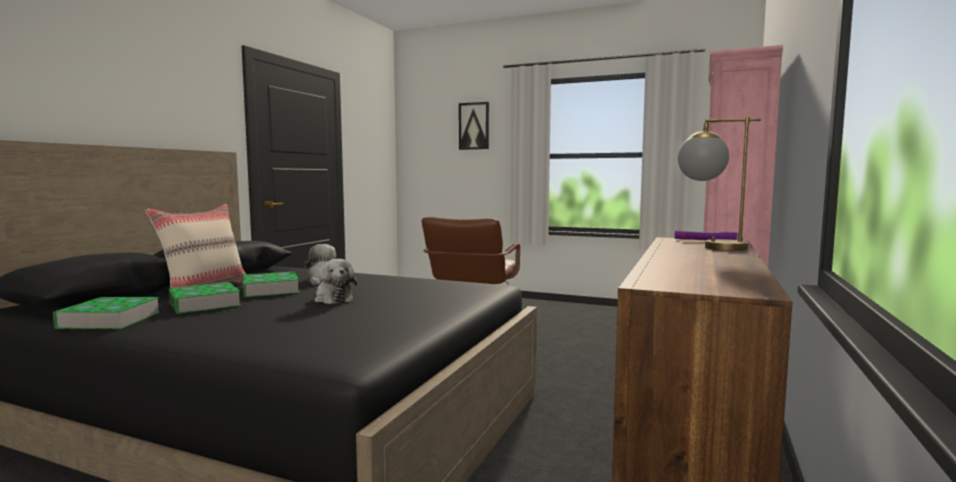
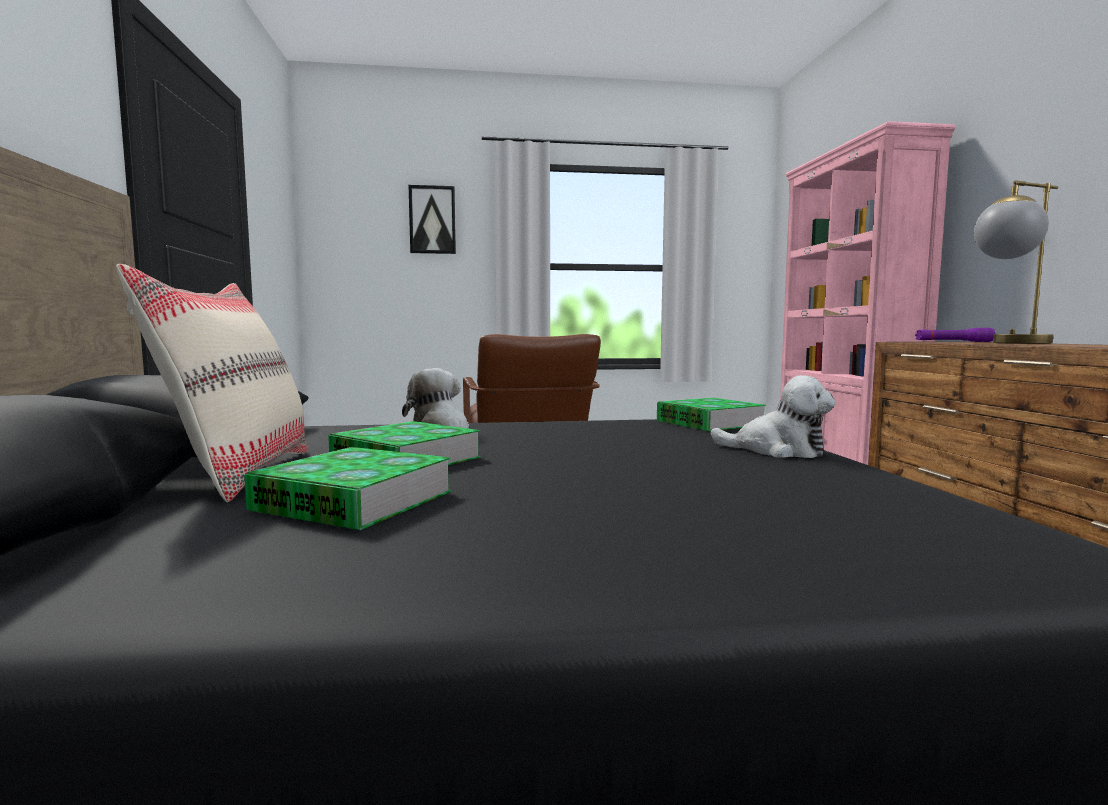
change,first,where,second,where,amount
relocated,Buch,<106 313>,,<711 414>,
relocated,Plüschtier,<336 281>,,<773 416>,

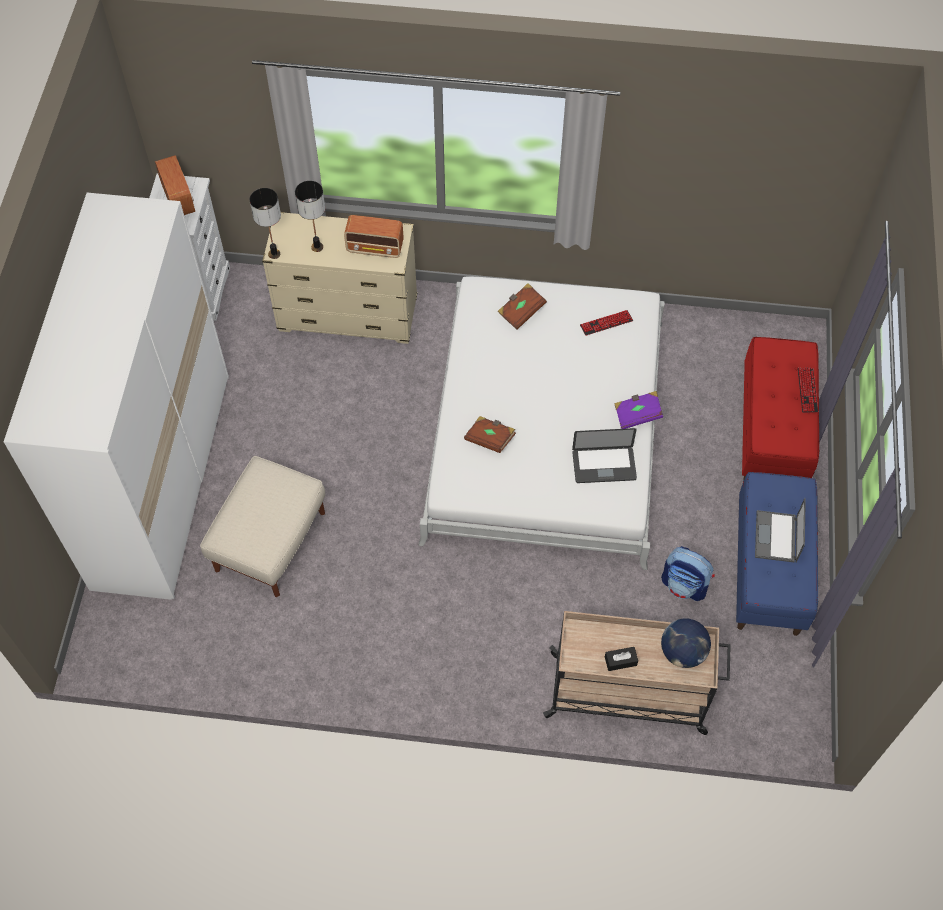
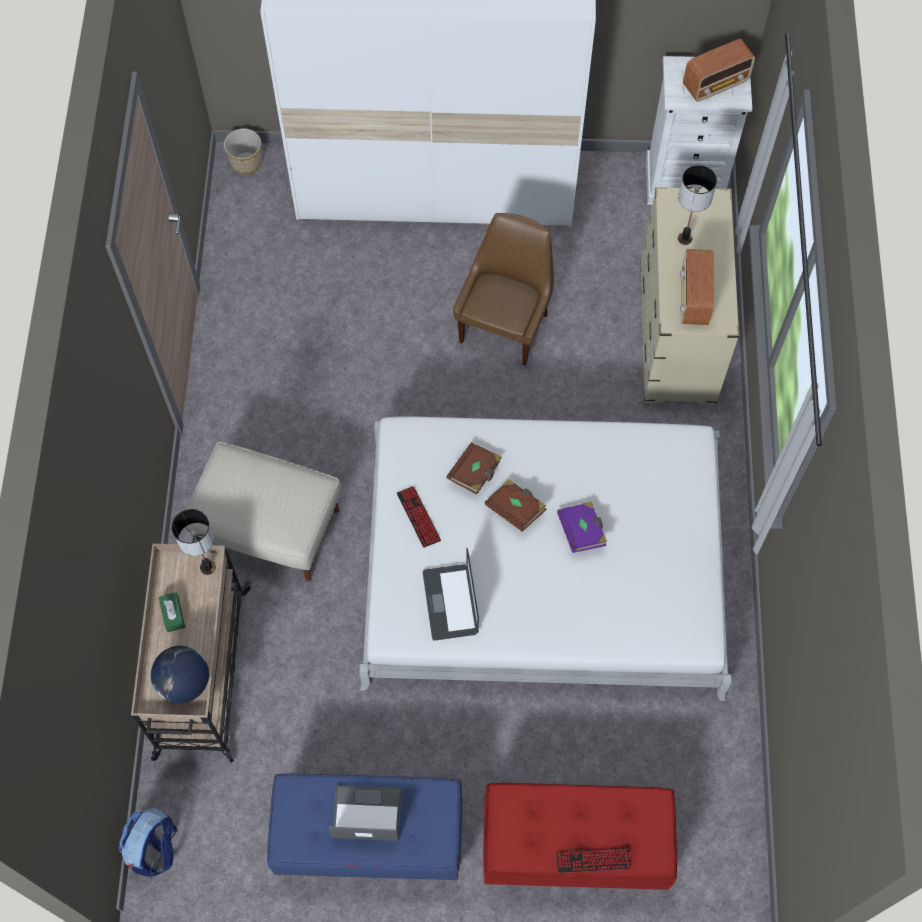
change,first,where,second,where,amount
relocated,Polsterhocker [beige],<262 526>,,<263 512>,
relocated,Tischlampe,<265 223>,,<194 542>,
relocated,Buch [braun],<522 306>,,<516 505>,
relocated,Tastatur,<606 323>,,<419 517>,
colour,Taschentuchbox [schwarz],<621 659>,Taschentuchbox [grün],<171 612>,
relocated,Buch [lila],<638 410>,,<582 527>,
relocated,Rucksack,<688 573>,,<148 842>,
appeared,,,Pflanzkübel,<243 151>,
appeared,,,Stuhl [braun],<503 289>,

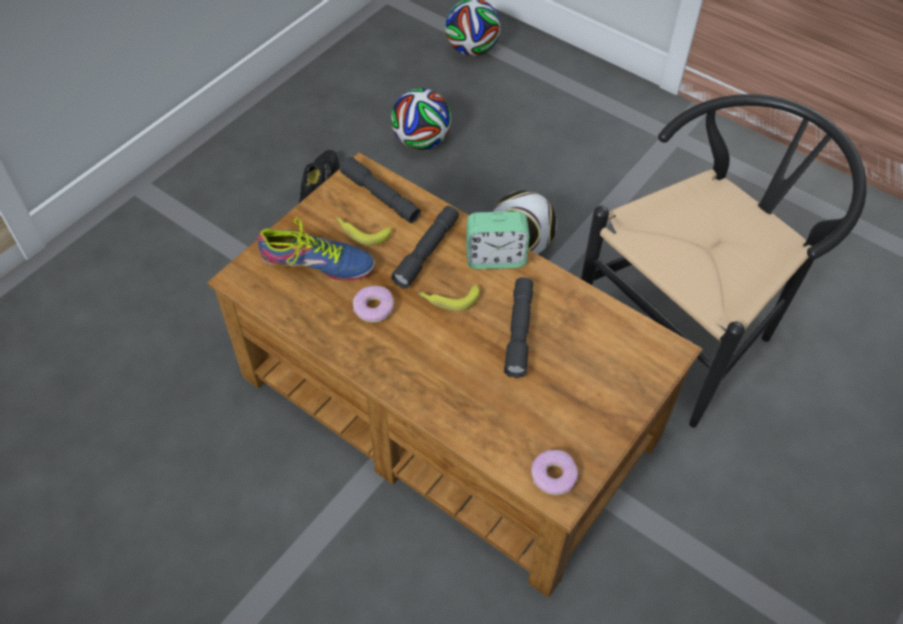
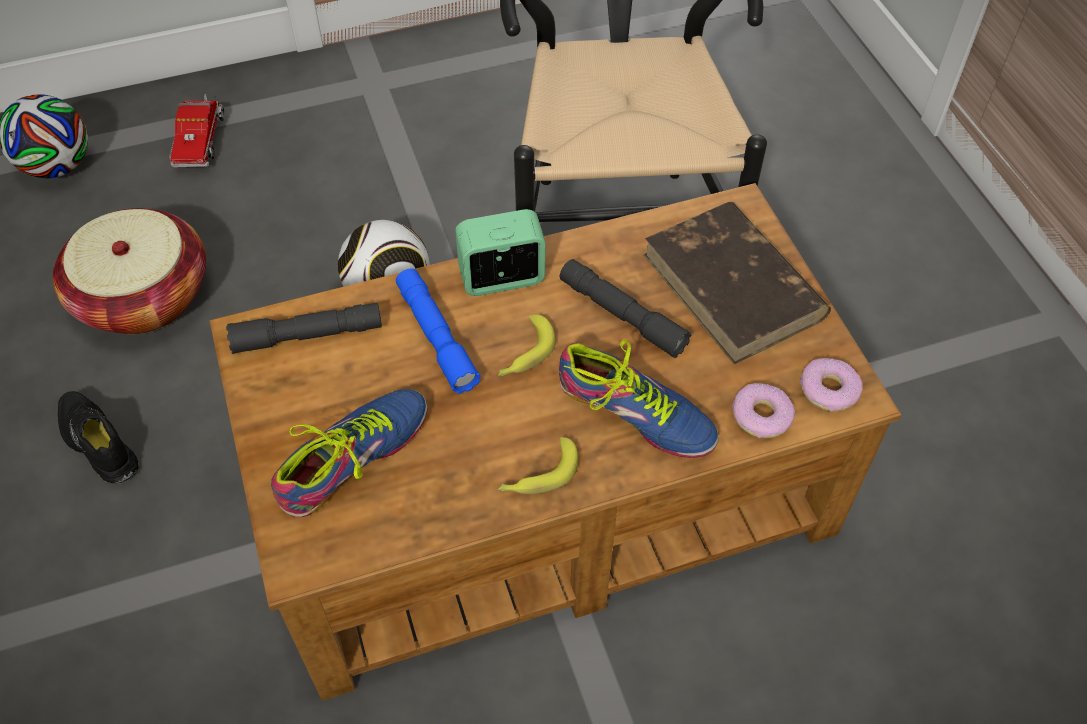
change,first,where,second,where,amount
relocated,Banane,<363 231>,,<538 465>,
relocated,Donut,<373 304>,,<763 410>,
exchanged,Fußball,<421 119>,Korb,<129 271>,
colour,Taschenlampe [grau],<425 247>,Taschenlampe [blau],<438 331>,
spun,Wecker,<497 240>,,<500 252>,135 degrees counterclockwise
appeared,,,Spielzeuglaster,<197 130>,
appeared,,,Schuh,<639 398>,
appeared,,,Buch [braun],<737 283>,

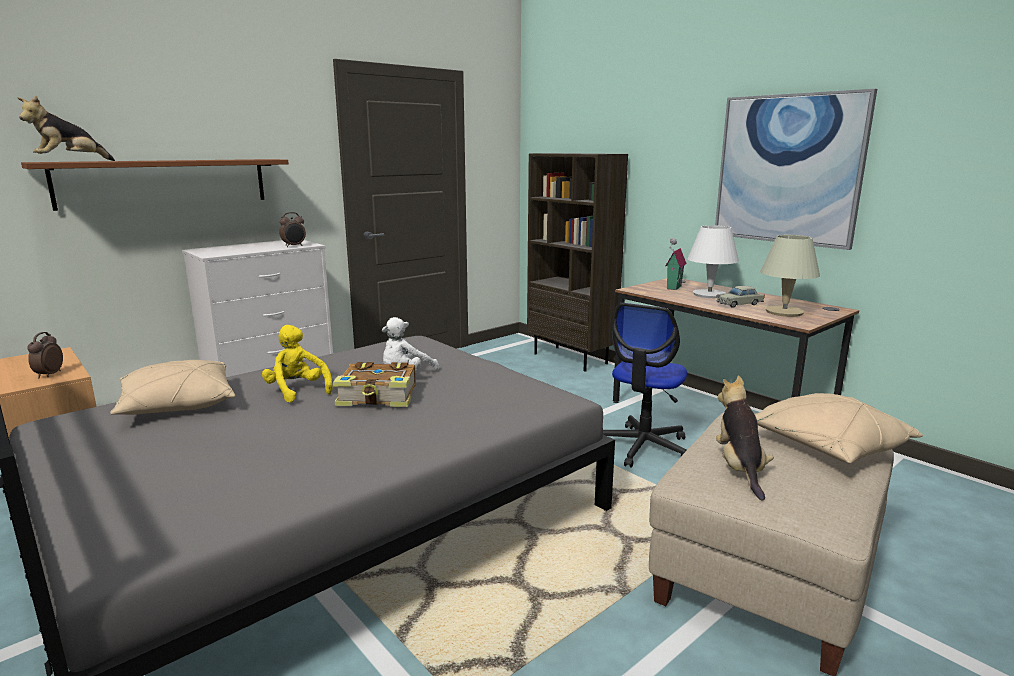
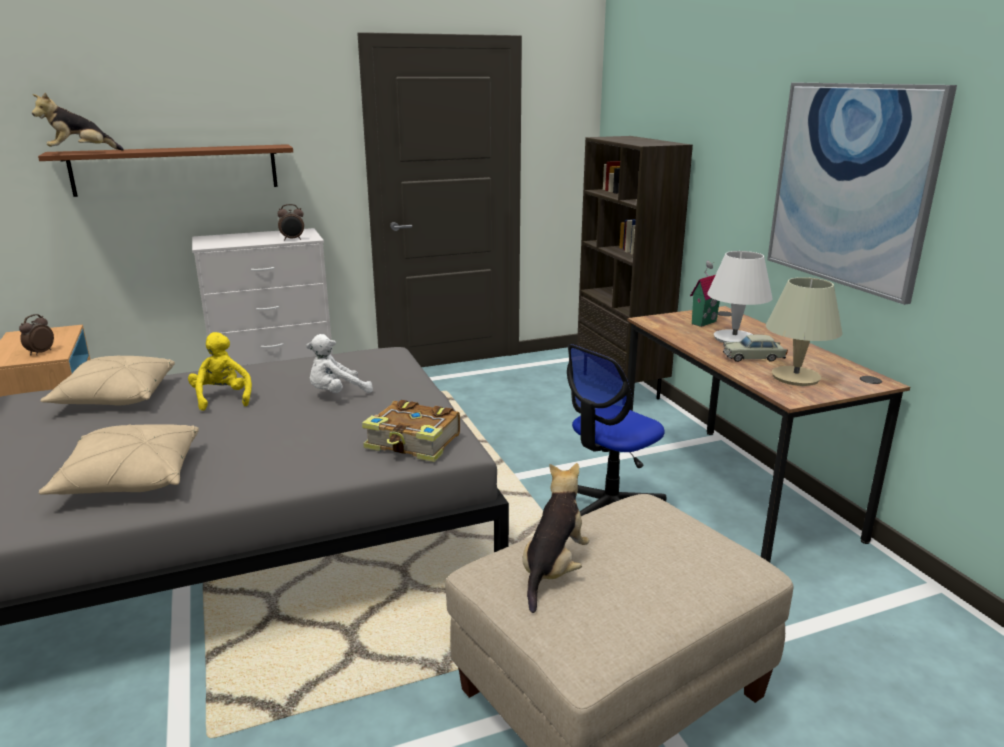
change,first,where,second,where,amount
relocated,Buch,<374 384>,,<411 431>,
relocated,Kissen [beige],<838 428>,,<119 459>,

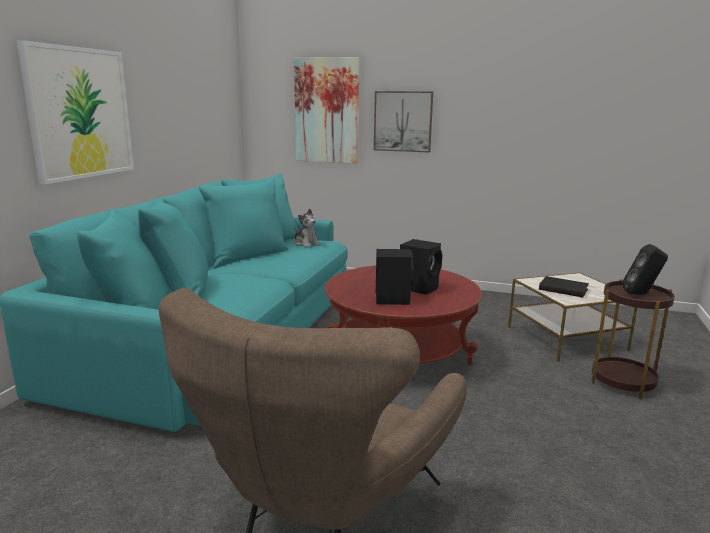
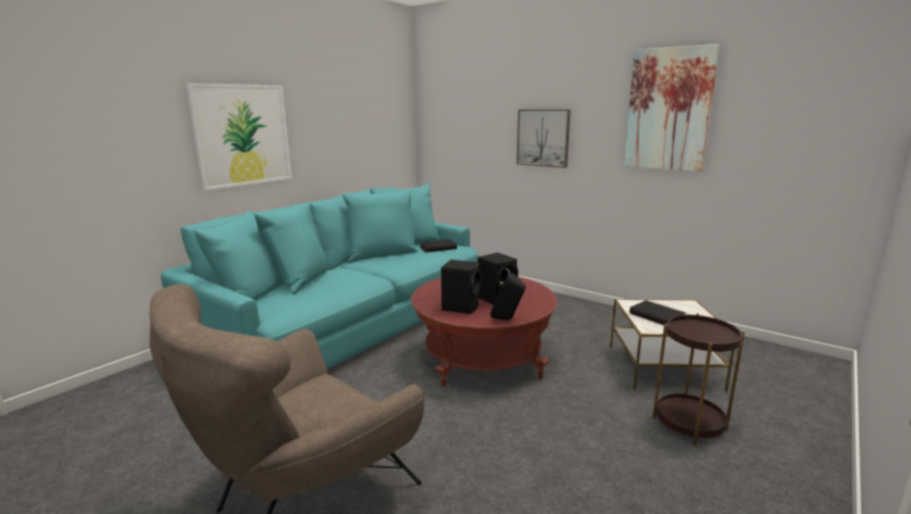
change,first,where,second,where,amount
relocated,Bild,<326 110>,,<672 108>,
exchanged,Plüschtier,<307 228>,Buch [schwarz],<438 245>,
relocated,Lautsprecher [schwarz],<645 269>,,<508 296>,

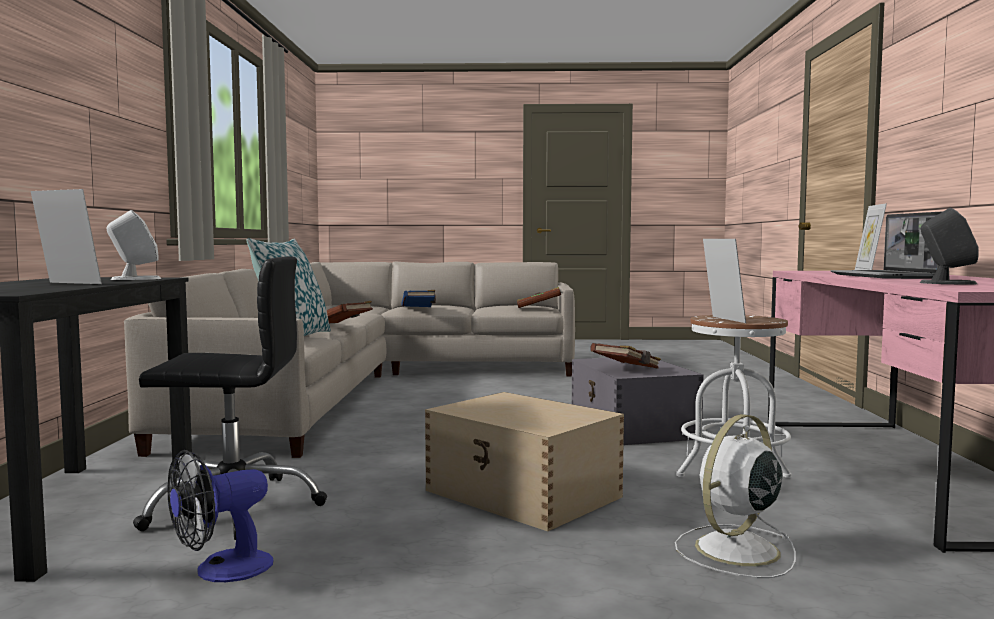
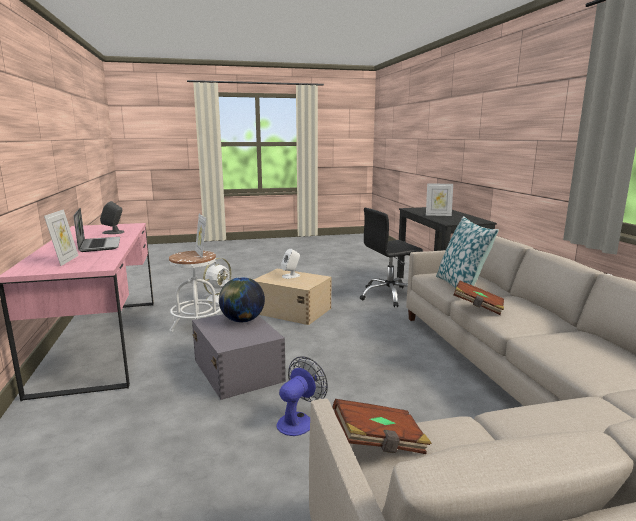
change,first,where,second,where,amount
relocated,Lautsprecher [weiß],<134 245>,,<290 264>,
relocated,Ventilator,<220 516>,,<302 396>,
missing,Buch [blau],<418 298>,,,
exchanged,Buch [braun],<625 356>,Globus,<242 300>,

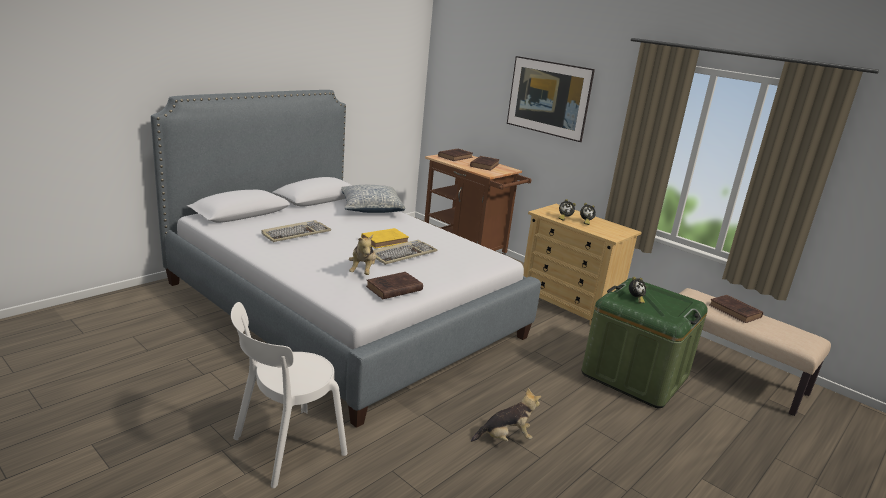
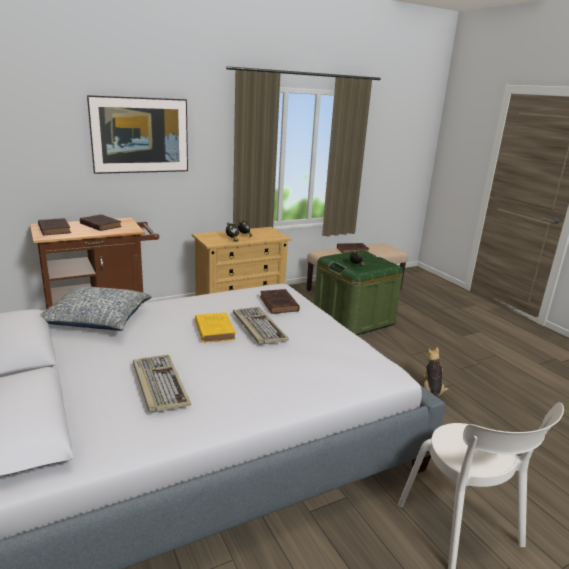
change,first,where,second,where,amount
missing,Plüschtier,<362 255>,,,
relocated,Buch [braun],<394 285>,,<280 301>,

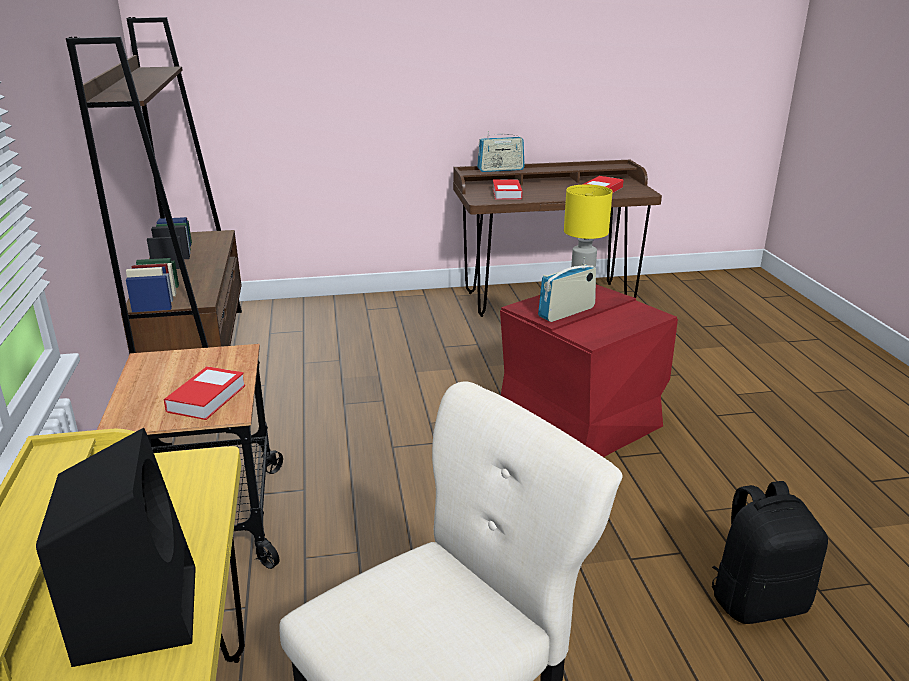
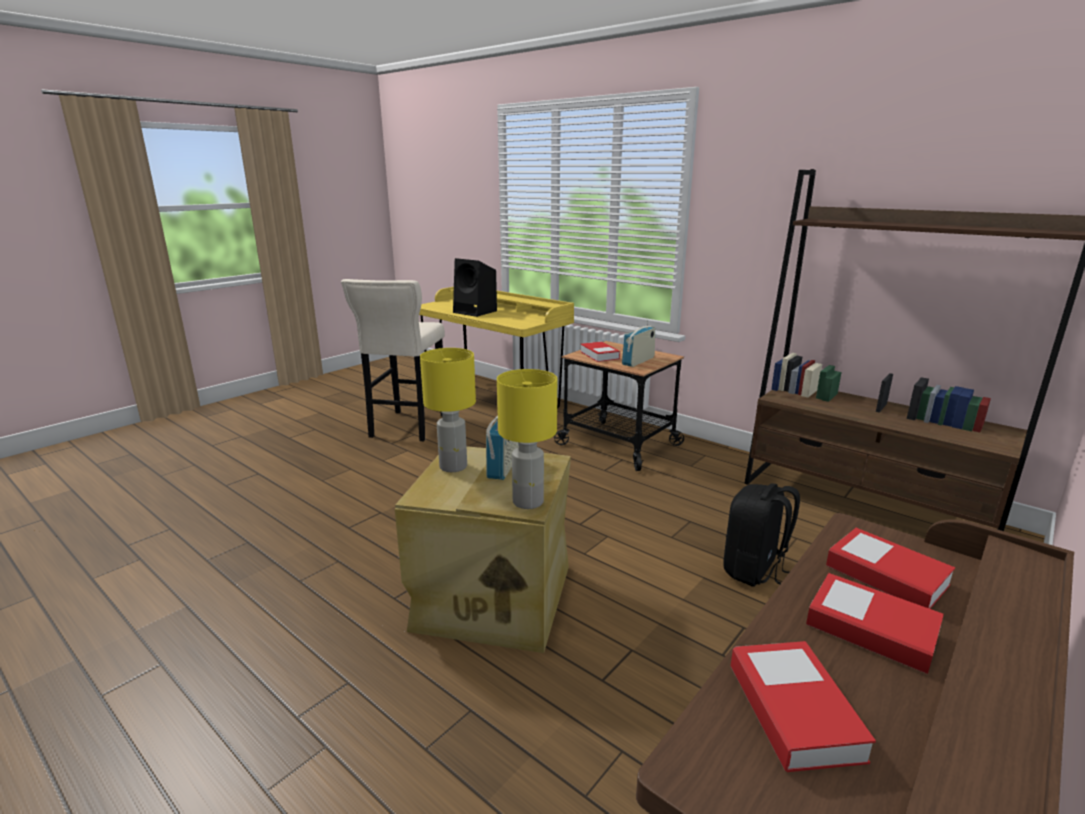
change,first,where,second,where,amount
relocated,Radio,<501 151>,,<638 343>,
colour,Aufbewahrungsbox [rot],<589 370>,Aufbewahrungsbox [beige],<483 549>,
relocated,Rucksack [schwarz],<770 552>,,<761 535>,
appeared,,,Tischlampe [gelb],<448 410>,
appeared,,,Buch,<875 623>,

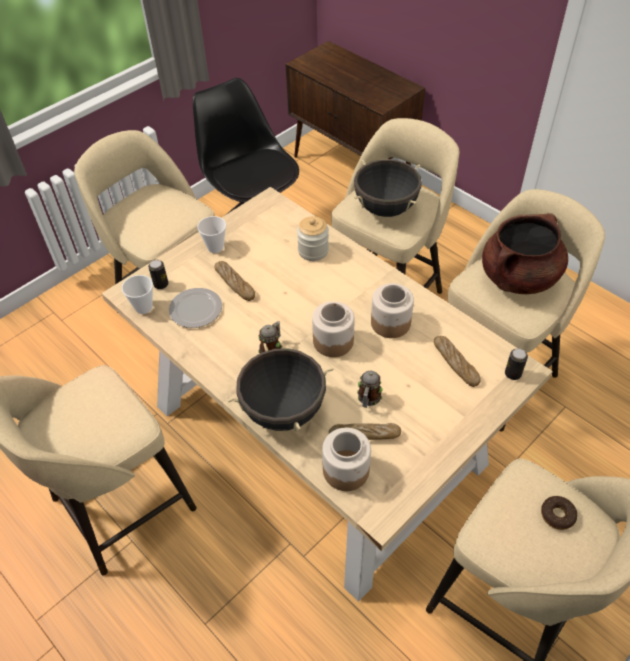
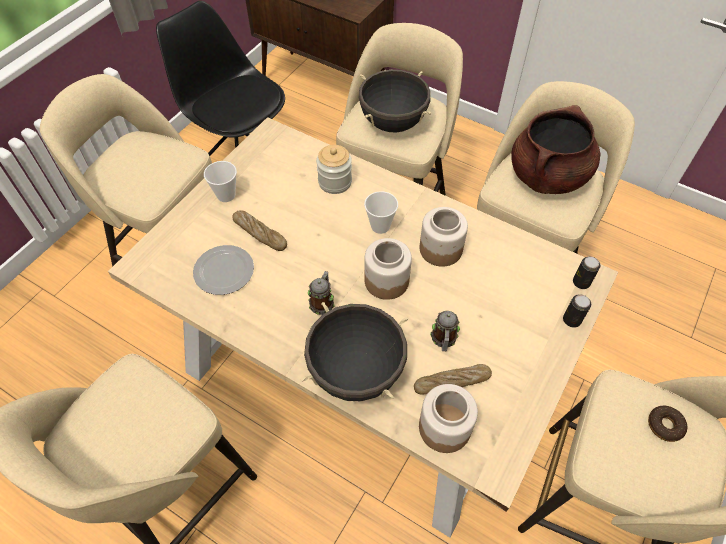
change,first,where,second,where,amount
relocated,Tasse,<137 294>,,<381 212>,
relocated,Dose,<158 274>,,<577 311>,
missing,Brot,<457 361>,,,

